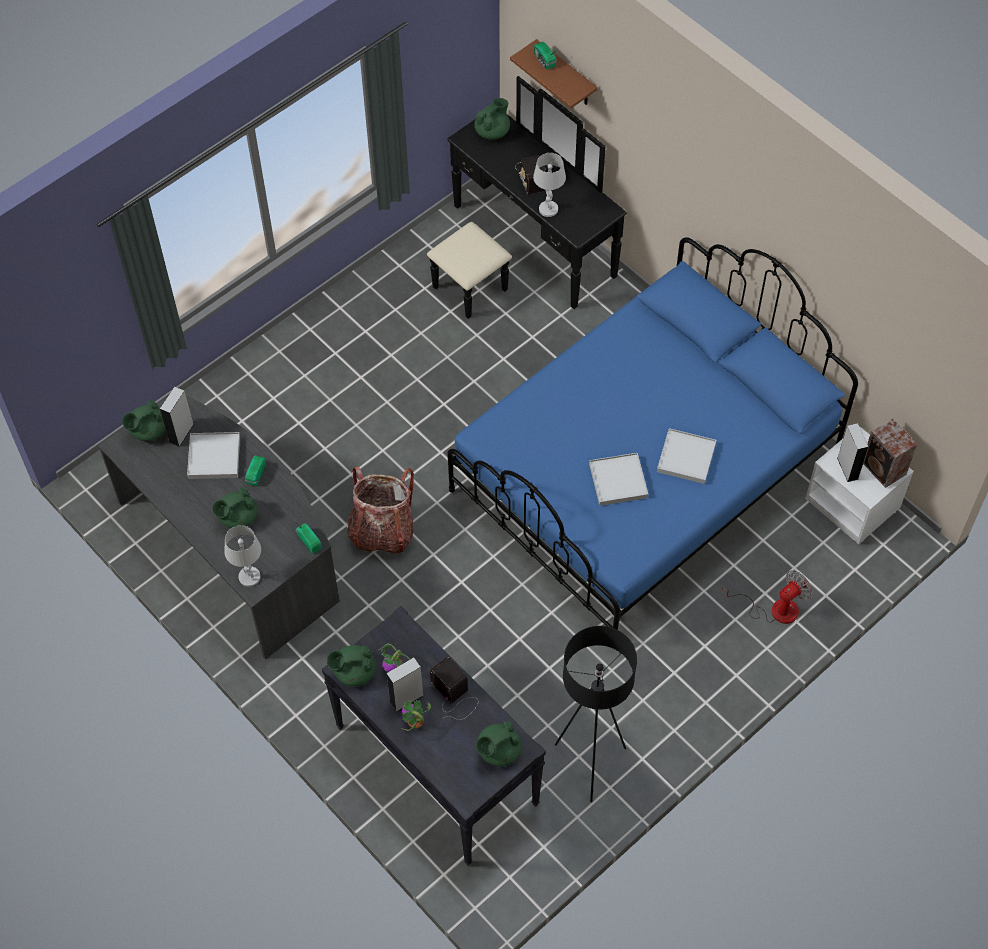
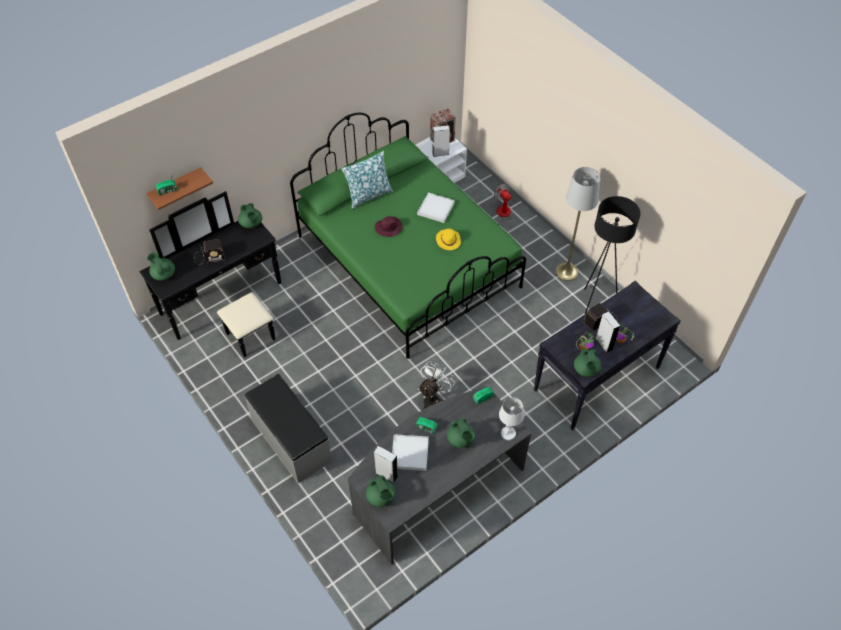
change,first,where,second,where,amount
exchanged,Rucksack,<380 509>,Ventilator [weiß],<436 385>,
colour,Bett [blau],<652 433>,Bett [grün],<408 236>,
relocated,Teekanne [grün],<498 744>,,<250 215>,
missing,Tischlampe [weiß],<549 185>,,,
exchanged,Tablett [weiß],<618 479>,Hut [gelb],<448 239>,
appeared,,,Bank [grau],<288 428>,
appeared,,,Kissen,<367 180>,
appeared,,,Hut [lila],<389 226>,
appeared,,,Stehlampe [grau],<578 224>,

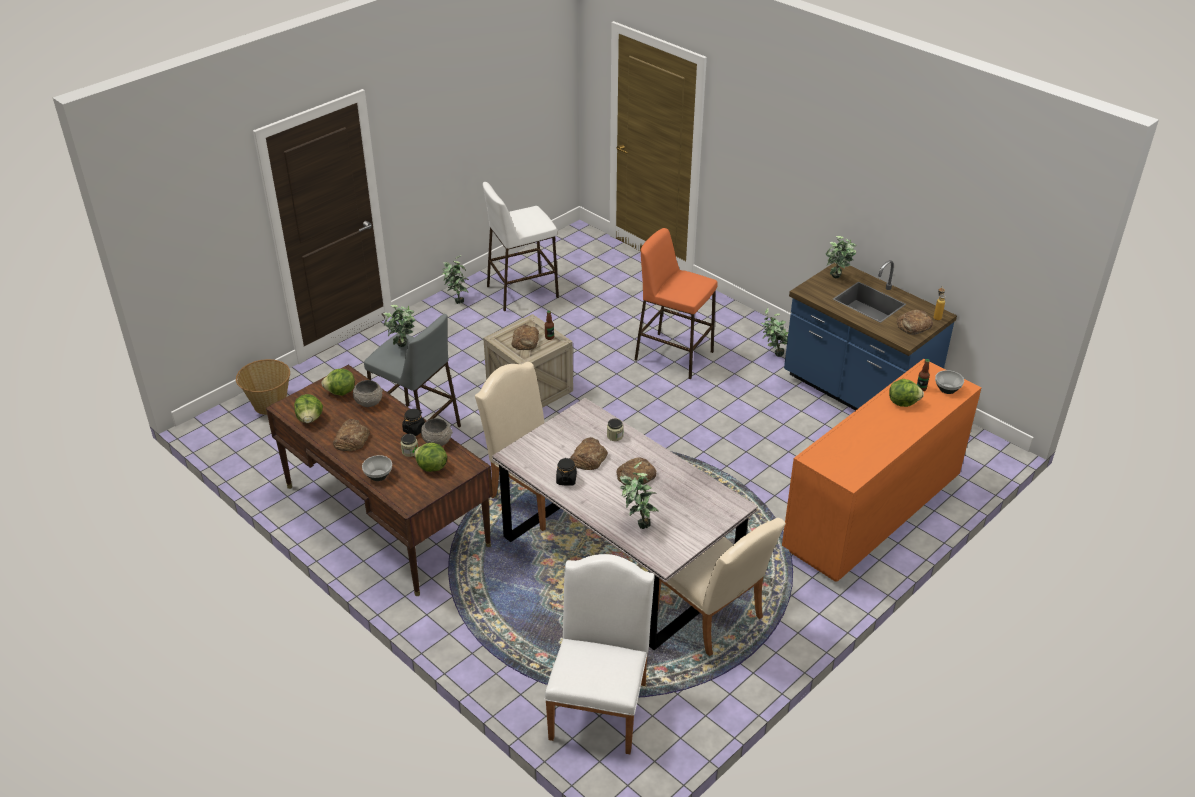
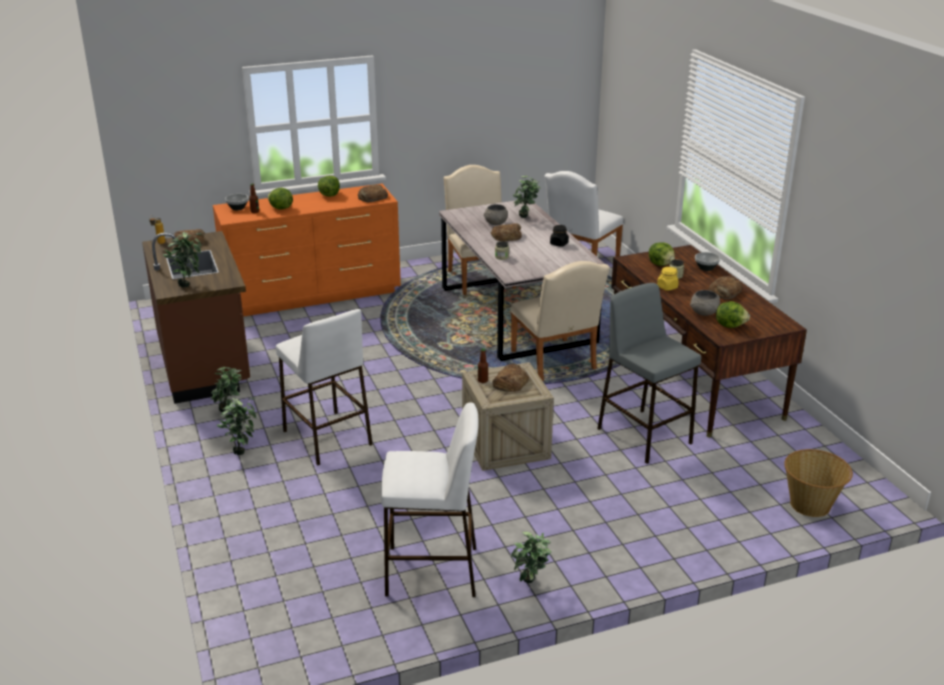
change,first,where,second,where,amount
relocated,Salatkopf,<308 408>,,<329 186>,
relocated,Topfpflanze,<399 326>,,<236 426>,
colour,Vorratsglas [schwarz],<413 422>,Vorratsglas [gelb],<668 279>,
relocated,Schüssel [grau],<437 432>,,<496 214>,
relocated,Brot,<589 453>,,<373 193>,
colour,Hocker [orange],<676 303>,Hocker [weiß],<324 387>,
colour,Küchenzeile [blau],<870 335>,Küchenzeile [braun],<196 317>,

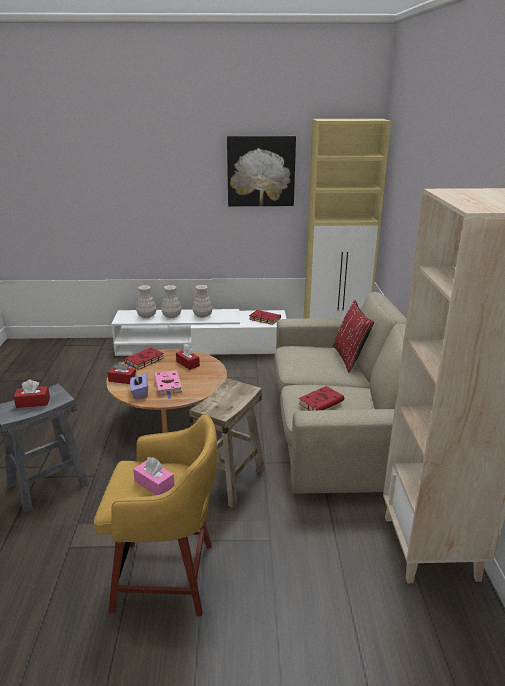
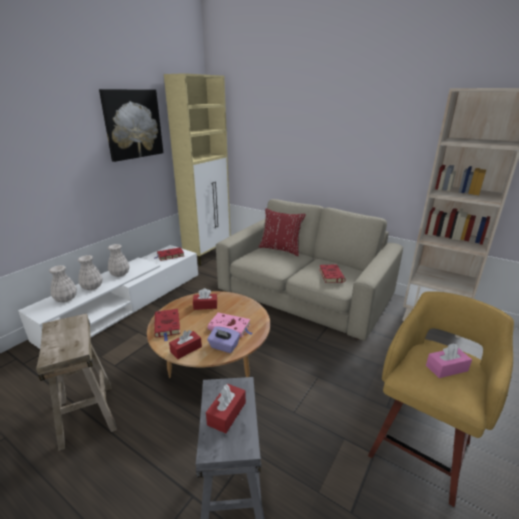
change,first,where,second,where,amount
relocated,Hocker [beige],<227 443>,,<76 382>,

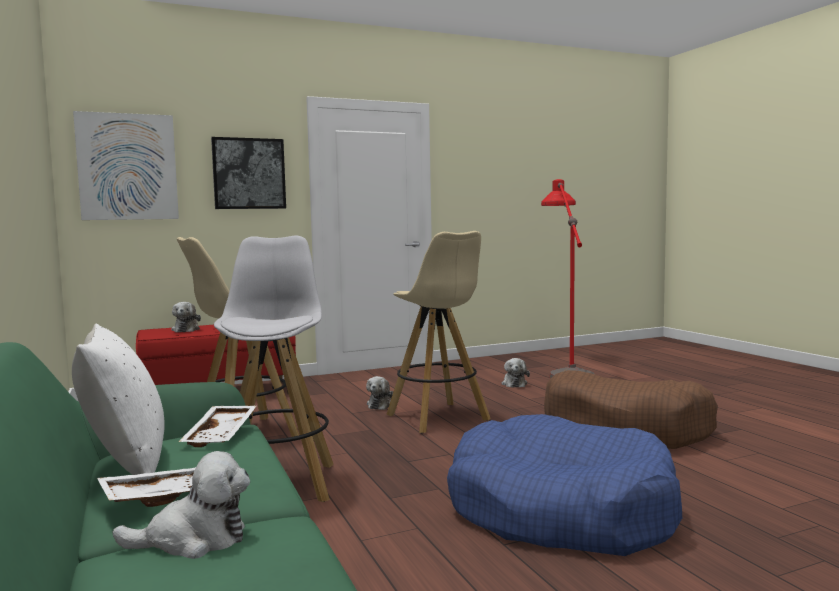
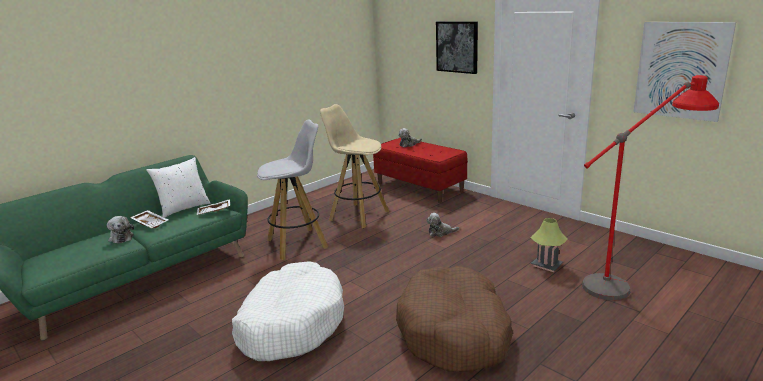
change,first,where,second,where,amount
relocated,Bild,<126 165>,,<684 72>,
missing,Hocker [beige],<438 332>,,,
colour,Hundebett [blau],<564 485>,Hundebett [weiß],<288 311>,
exchanged,Plüschtier,<515 373>,Tischlampe,<548 245>,

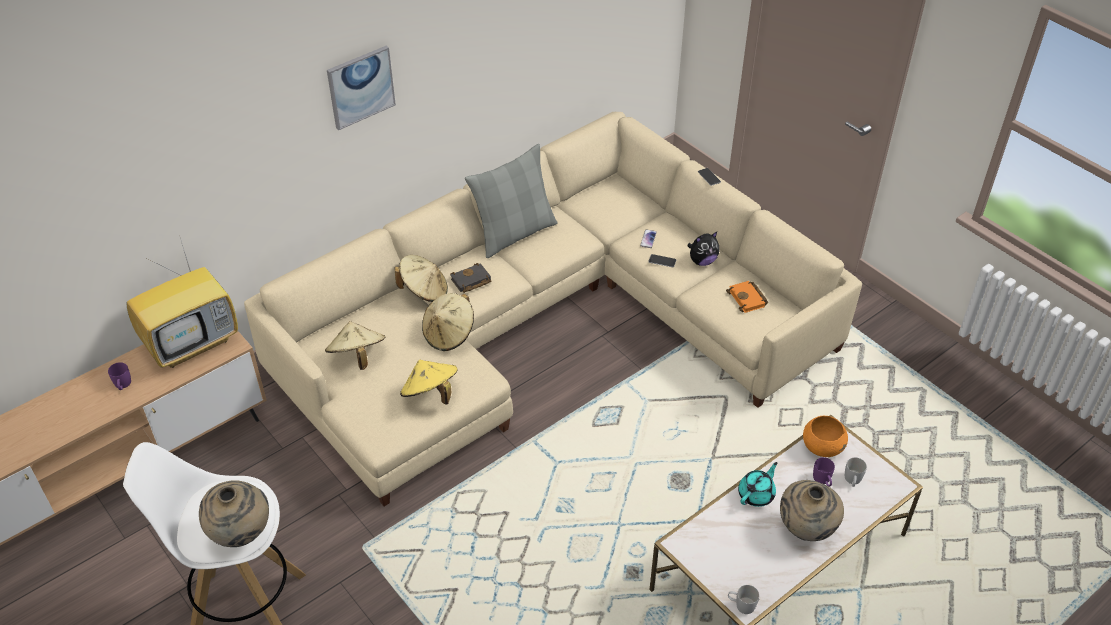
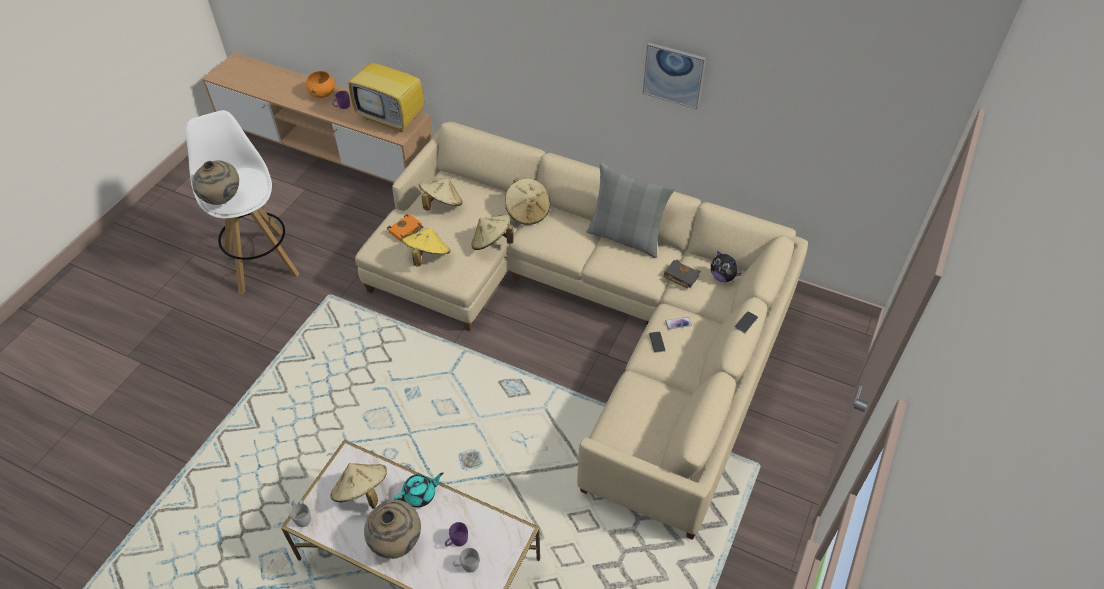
change,first,where,second,where,amount
relocated,Bild,<361 88>,,<674 76>,
relocated,Buch [schwarz],<470 278>,,<682 274>,
relocated,Plüschtier,<703 249>,,<726 266>,
relocated,Buch [orange],<747 297>,,<405 227>,
spun,Teekanne [türkis],<758 484>,,<419 490>,45 degrees counterclockwise
relocated,Schüssel [orange],<825 436>,,<320 84>,
appeared,,,Hut [beige],<359 486>,

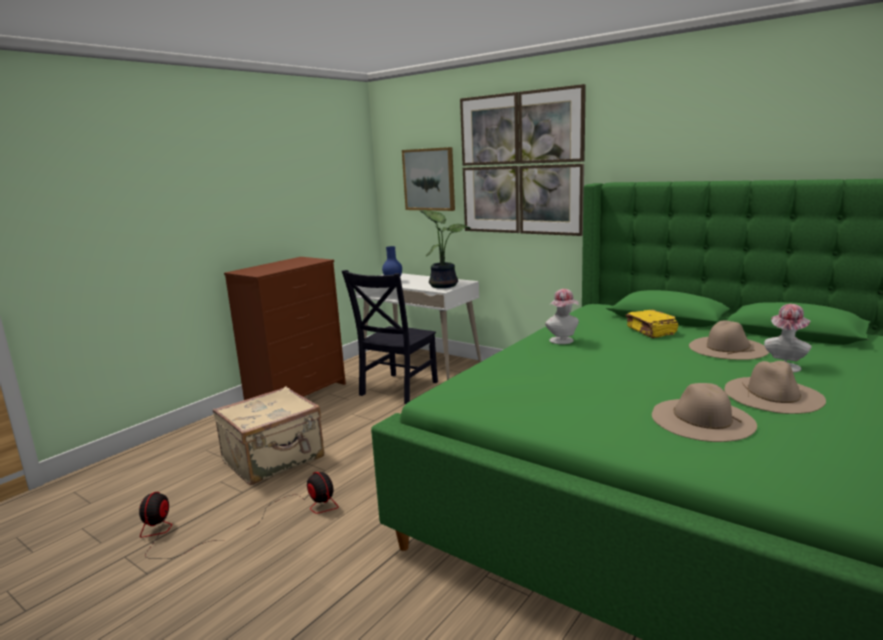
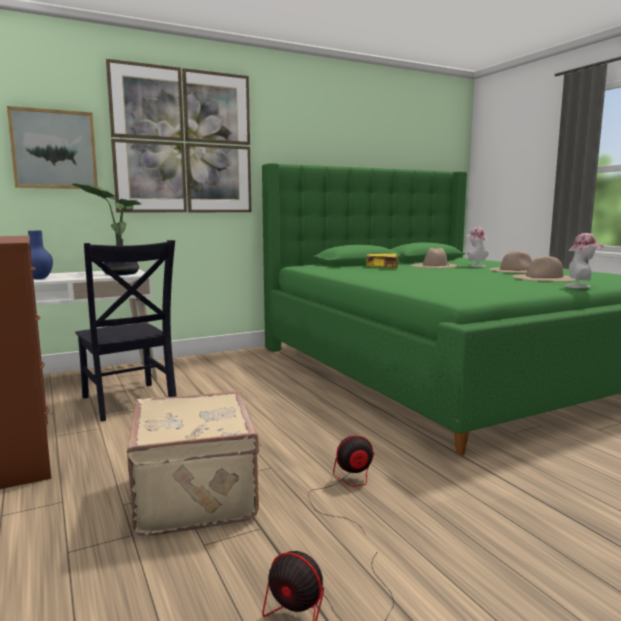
change,first,where,second,where,amount
relocated,Hut,<562 316>,,<584 260>,

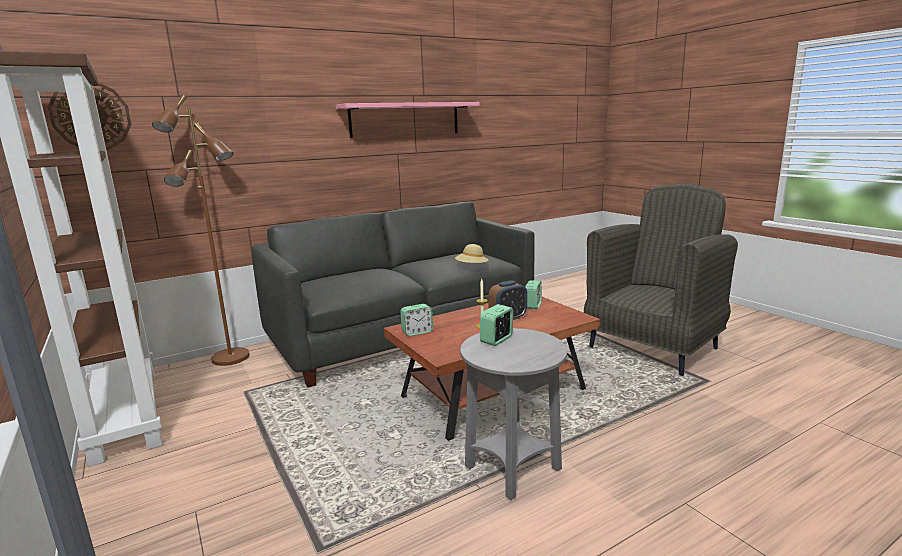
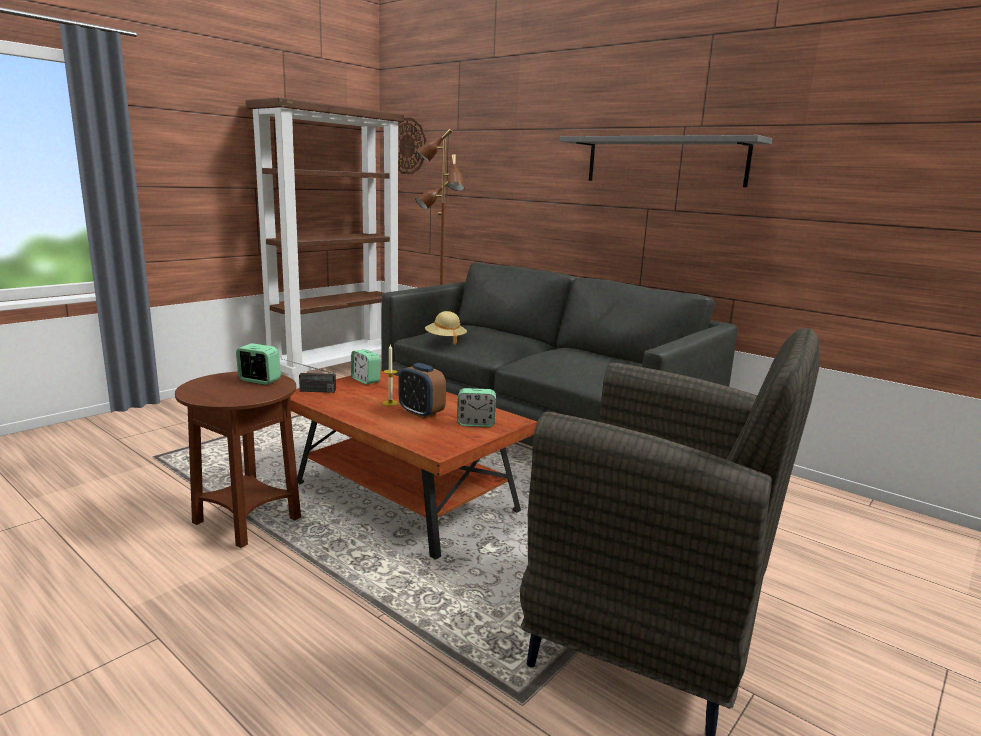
change,first,where,second,where,amount
colour,Wandregal [rosa],<408 120>,Wandregal [grau],<666 161>,
relocated,Hut [beige],<471 253>,,<446 328>,
colour,Beistelltisch [grau],<513 414>,Beistelltisch [braun],<238 459>,
appeared,,,Radio,<309 376>,

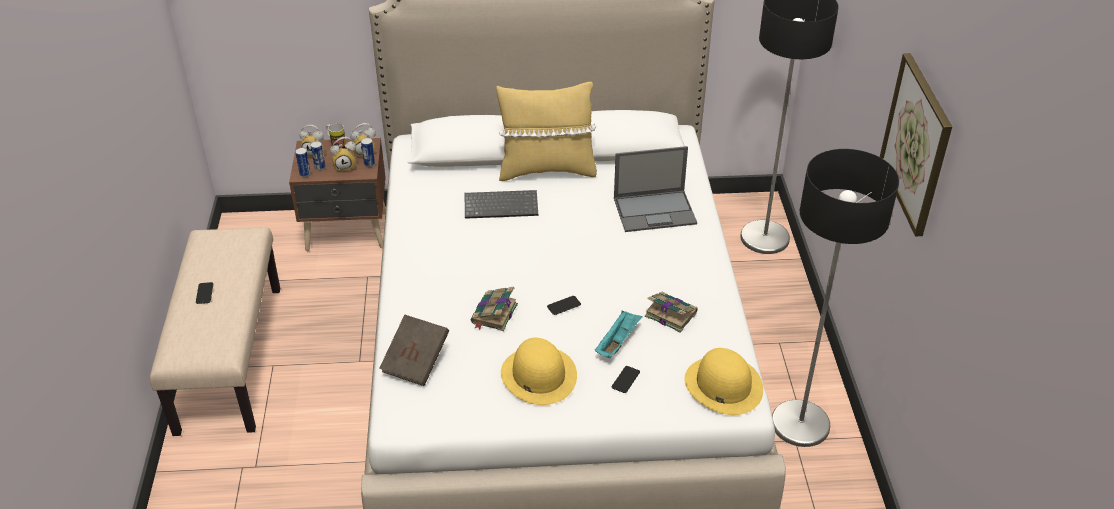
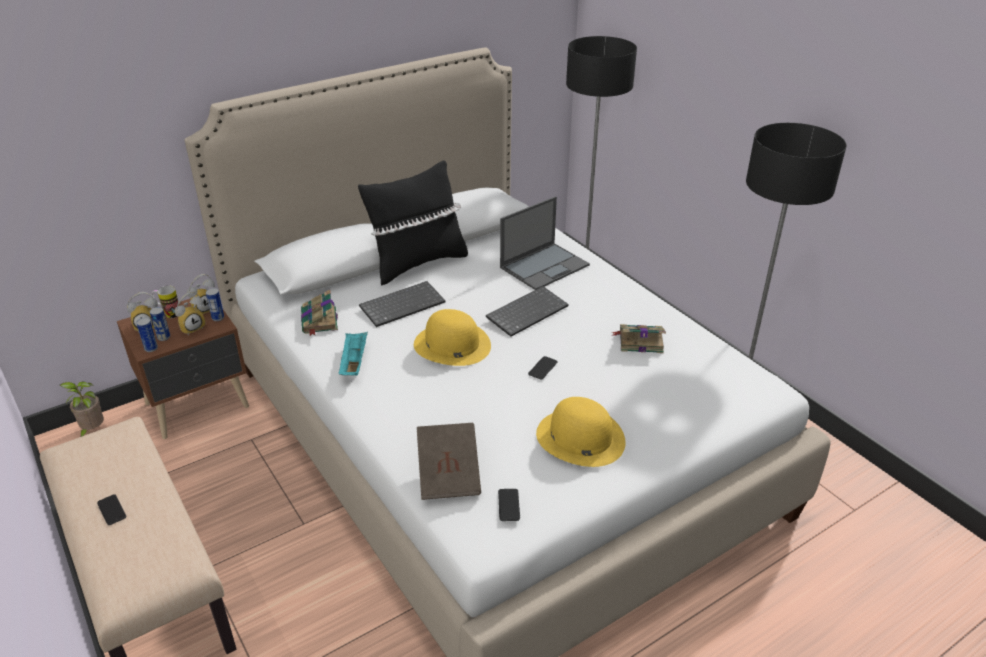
change,first,where,second,where,amount
relocated,Buch,<494 309>,,<319 313>,
colour,Kissen [gelb],<546 131>,Kissen [schwarz],<413 223>,
relocated,Tablett [türkis],<619 334>,,<353 353>,
relocated,Handy,<626 379>,,<509 505>,
relocated,Hut [gelb],<723 381>,,<452 337>,
missing,Bild,<916 144>,,,
appeared,,,Topfpflanze,<82 409>,
appeared,,,Tastatur,<527 311>,

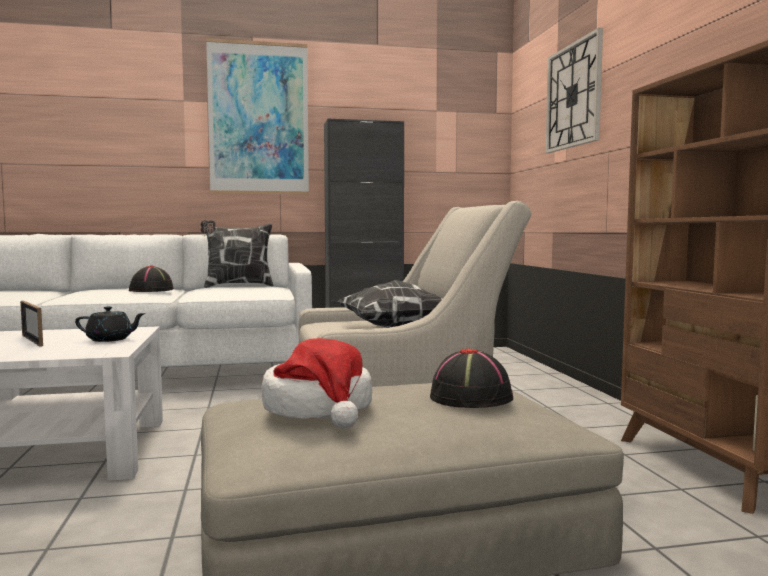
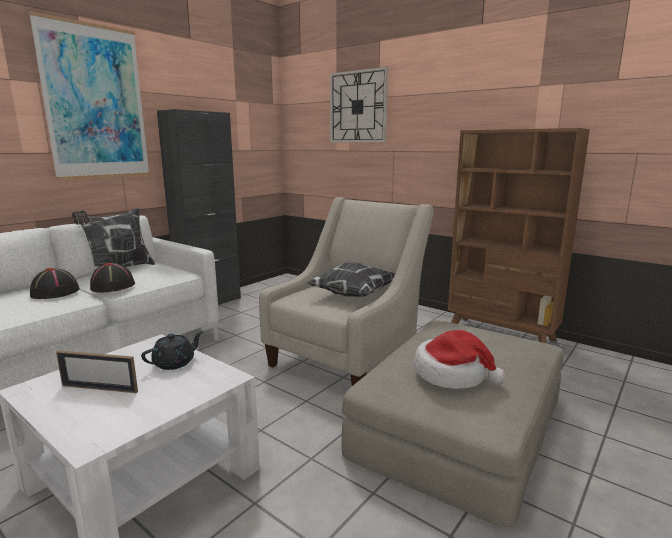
change,first,where,second,where,amount
relocated,Hut [schwarz],<471 378>,,<112 278>,

